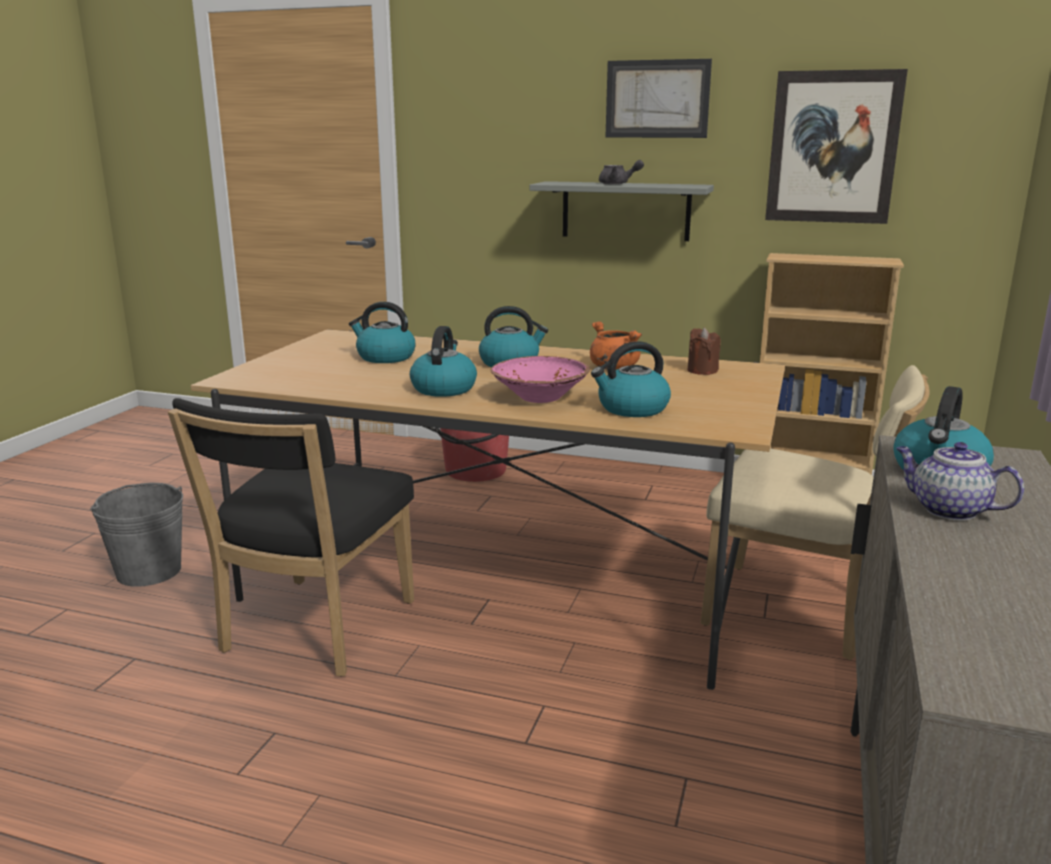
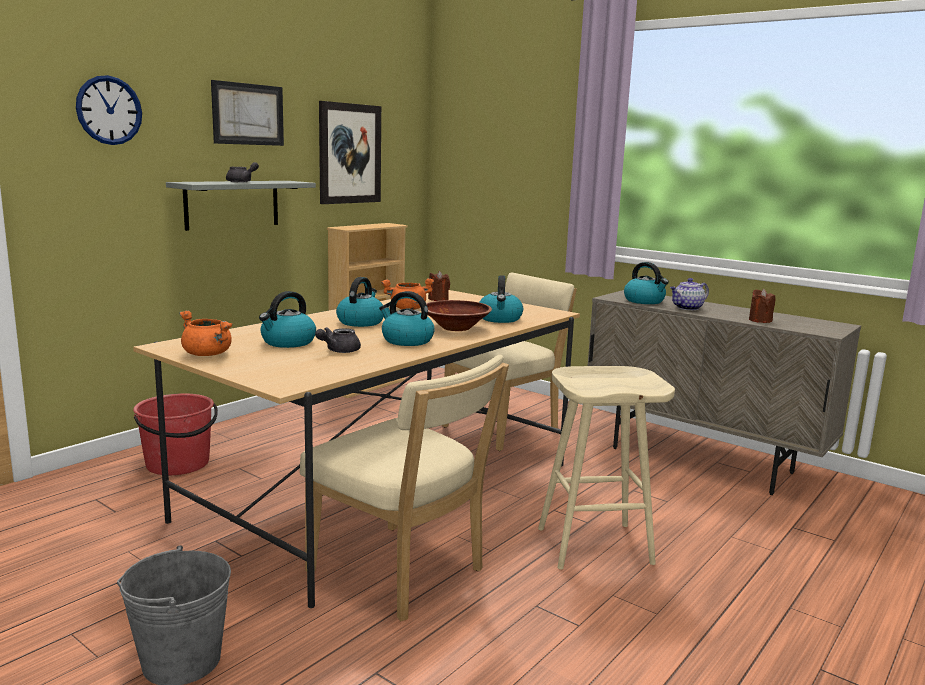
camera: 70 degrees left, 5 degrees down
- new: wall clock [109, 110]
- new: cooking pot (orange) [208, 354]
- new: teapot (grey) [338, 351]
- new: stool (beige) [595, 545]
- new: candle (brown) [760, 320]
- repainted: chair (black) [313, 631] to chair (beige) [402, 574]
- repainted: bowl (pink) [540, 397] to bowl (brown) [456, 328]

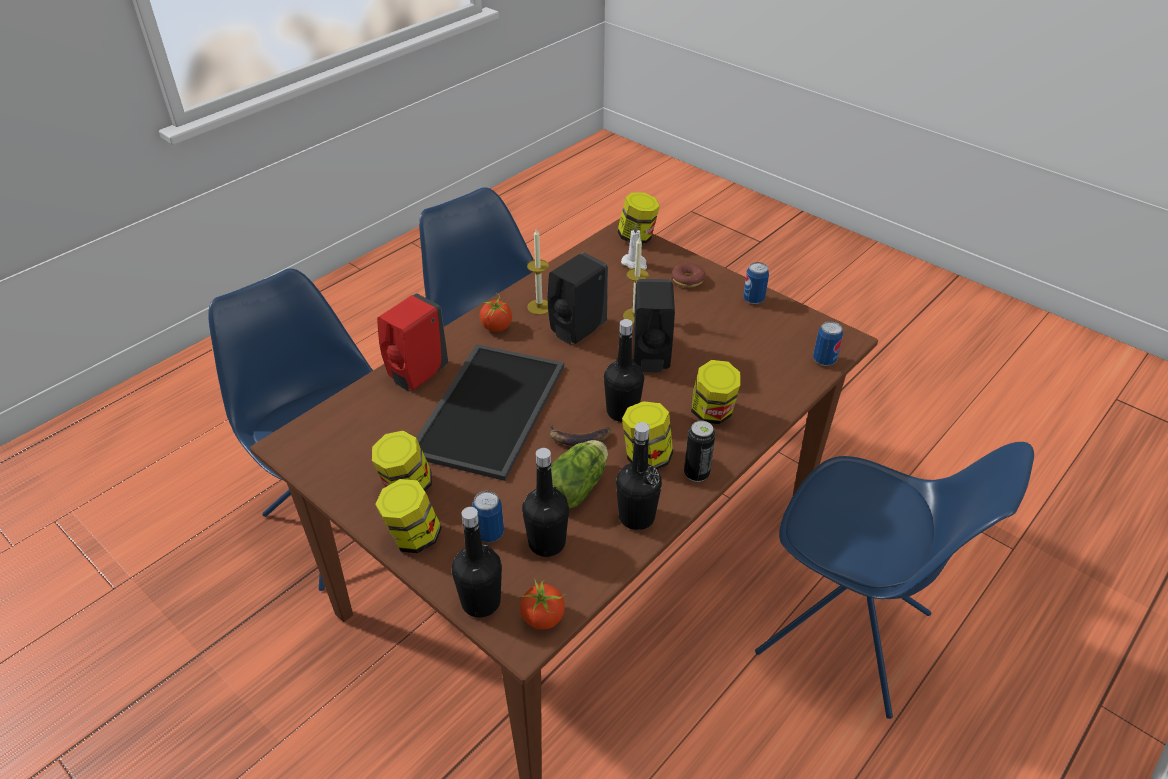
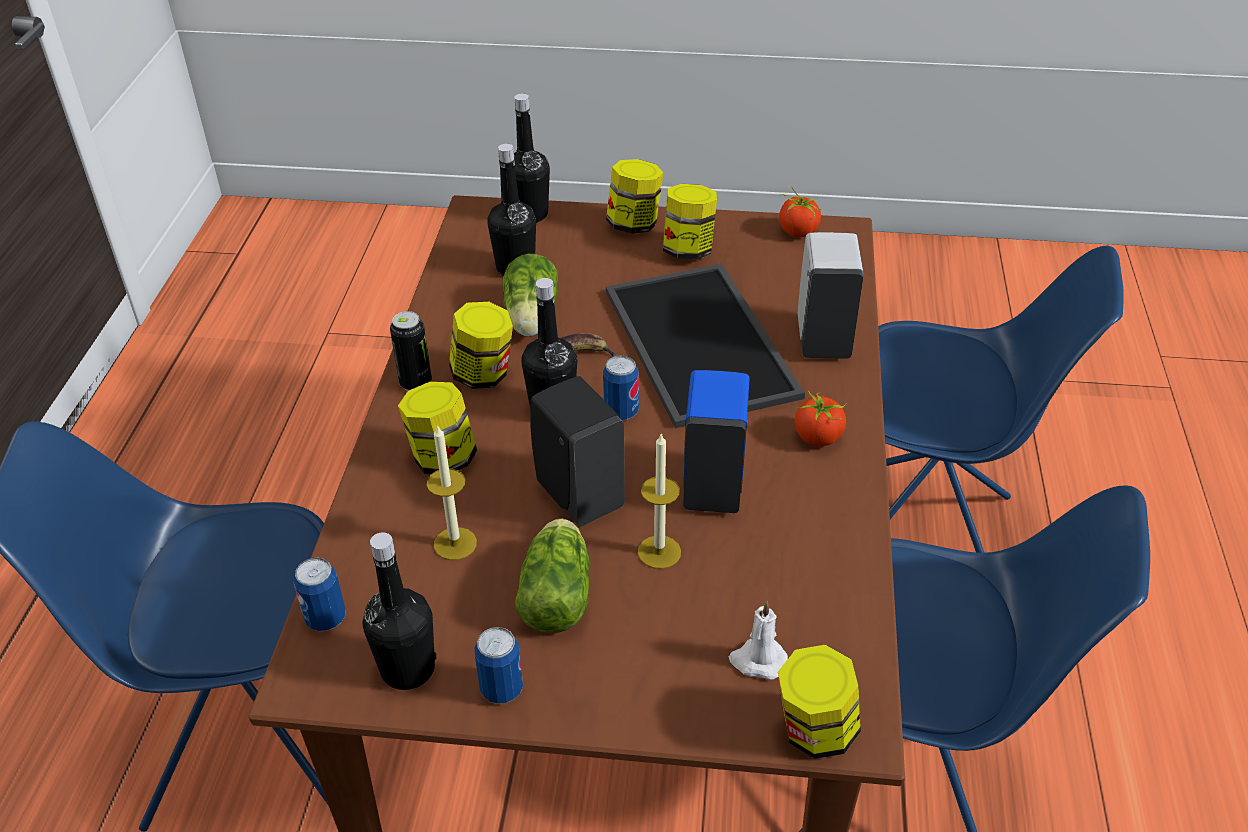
camera: 145 degrees right, 0 degrees up
- gone: donut [687, 280]
- new: lettuce [557, 592]
- shifted: can [489, 533] to [621, 412]
- shifted: tomato [543, 618] to [797, 232]
- shifted: candle [539, 307] to [455, 543]
- shifted: bottle (black) [636, 517] to [408, 669]
- repainted: soap dispenser (red) [416, 375] to soap dispenser (white) [823, 338]
- repainted: soap dispenser (black) [576, 331] to soap dispenser (blue) [713, 484]

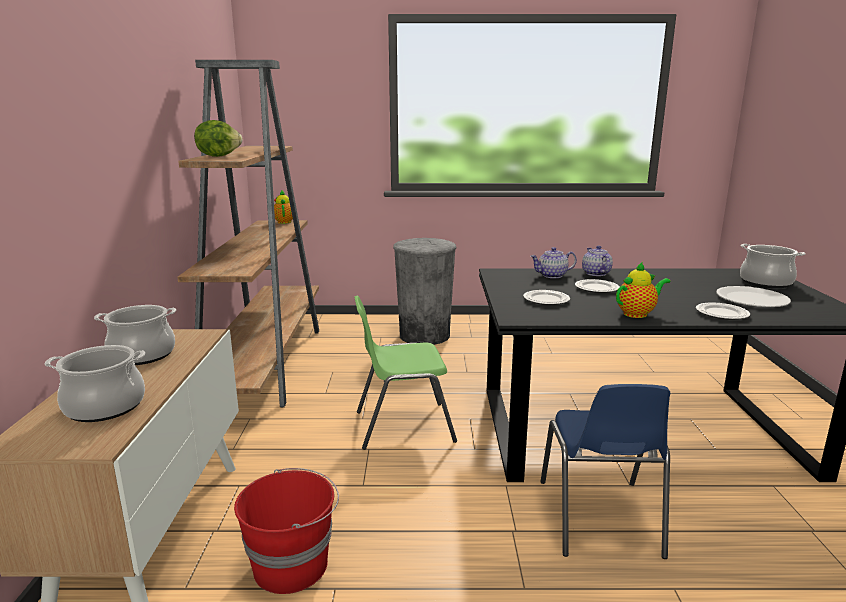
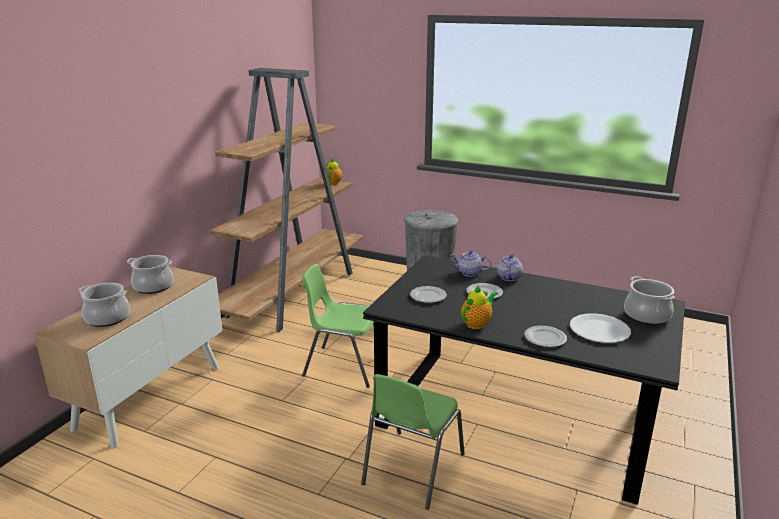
camera: 25 degrees right, 5 degrees up
- gone: lettuce [219, 156]
- gone: bucket (red) [292, 565]
- repainted: chair (blue) [599, 518] to chair (green) [411, 469]
- rotated: teapot [637, 314] = [477, 323] 45 degrees counterclockwise

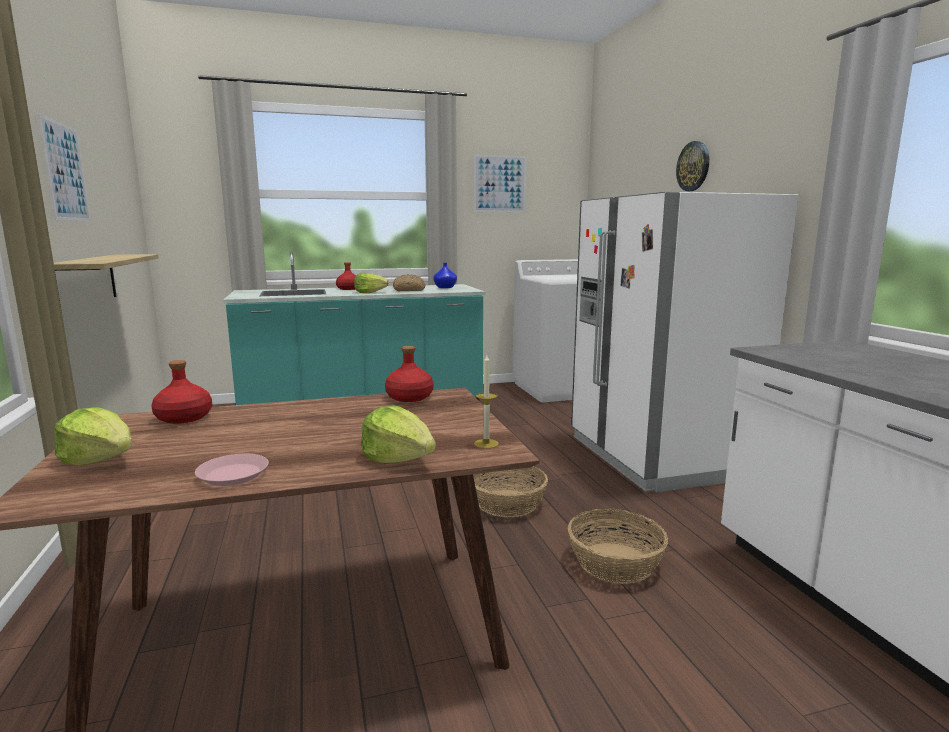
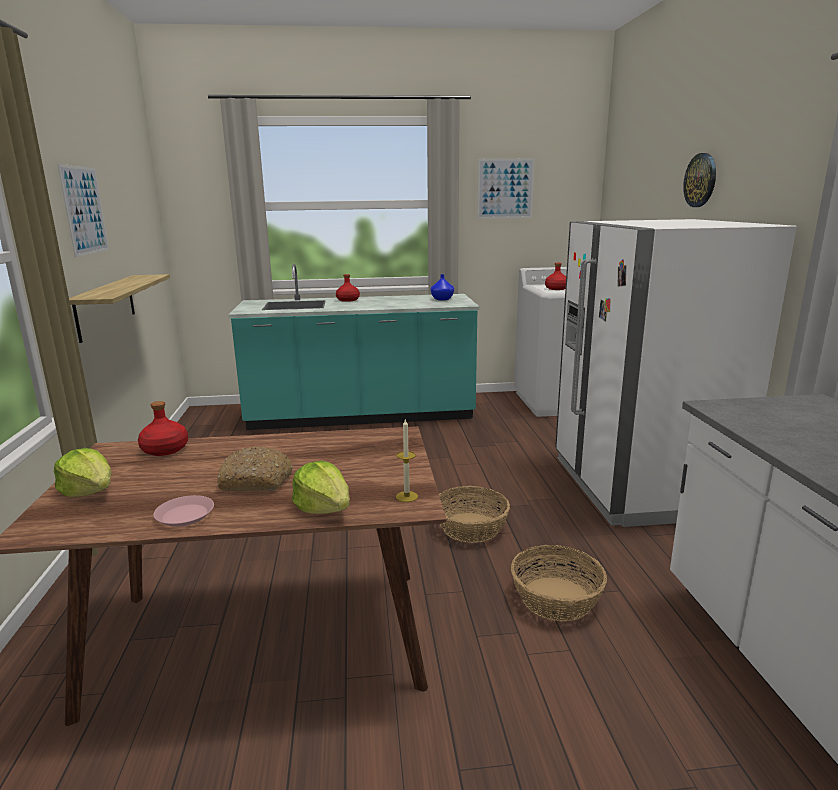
camera: 10 degrees right, 5 degrees up
- gone: lettuce [370, 292]
- shifted: bottle (red) [409, 397] to [556, 289]
- shifted: bread [409, 290] to [257, 480]

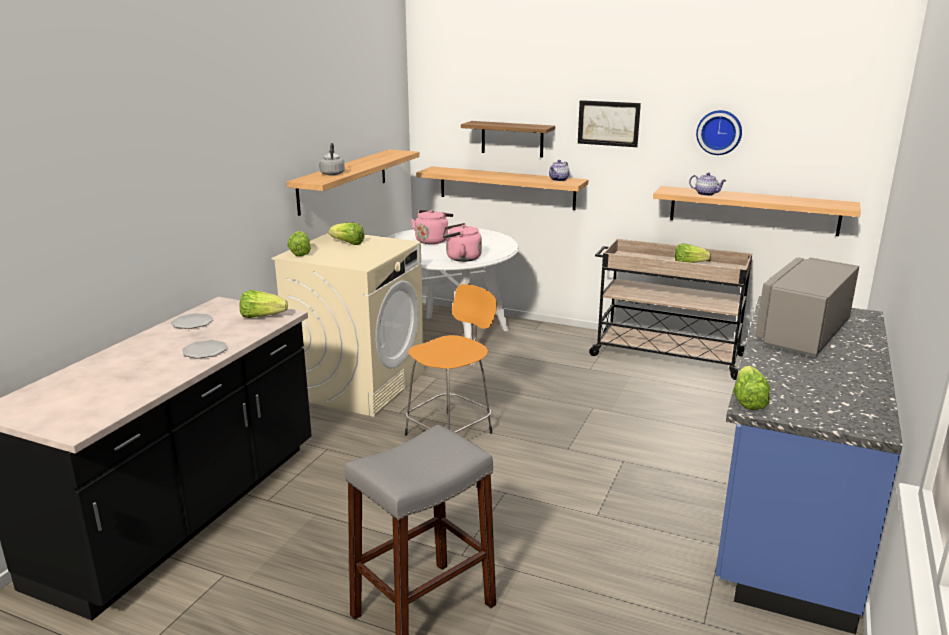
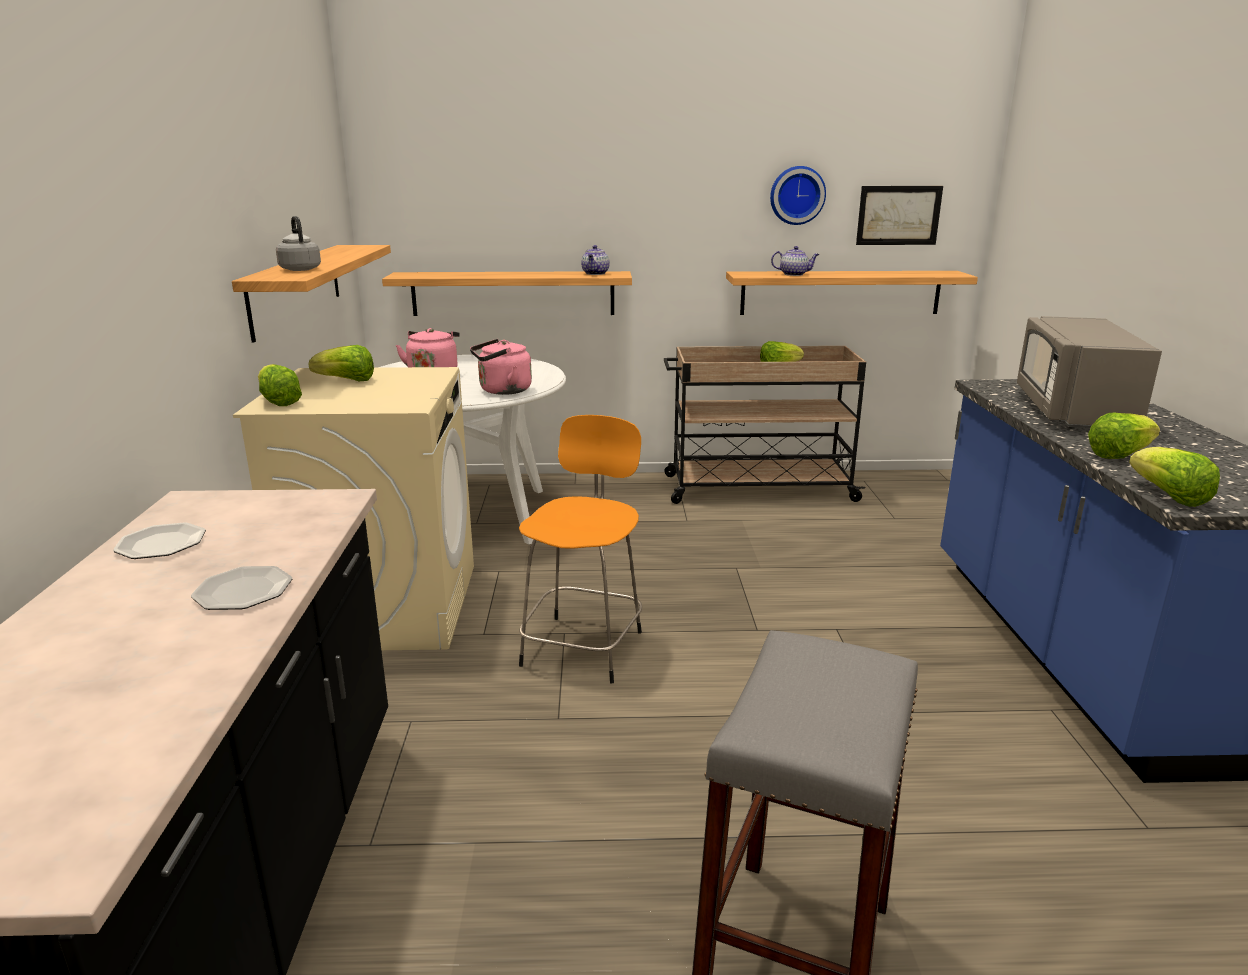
camera: 25 degrees left, 0 degrees up
- gone: shelf [512, 139]
- shifted: lettuce [262, 316] to [1119, 455]
- shifted: picture [608, 123] to [898, 215]

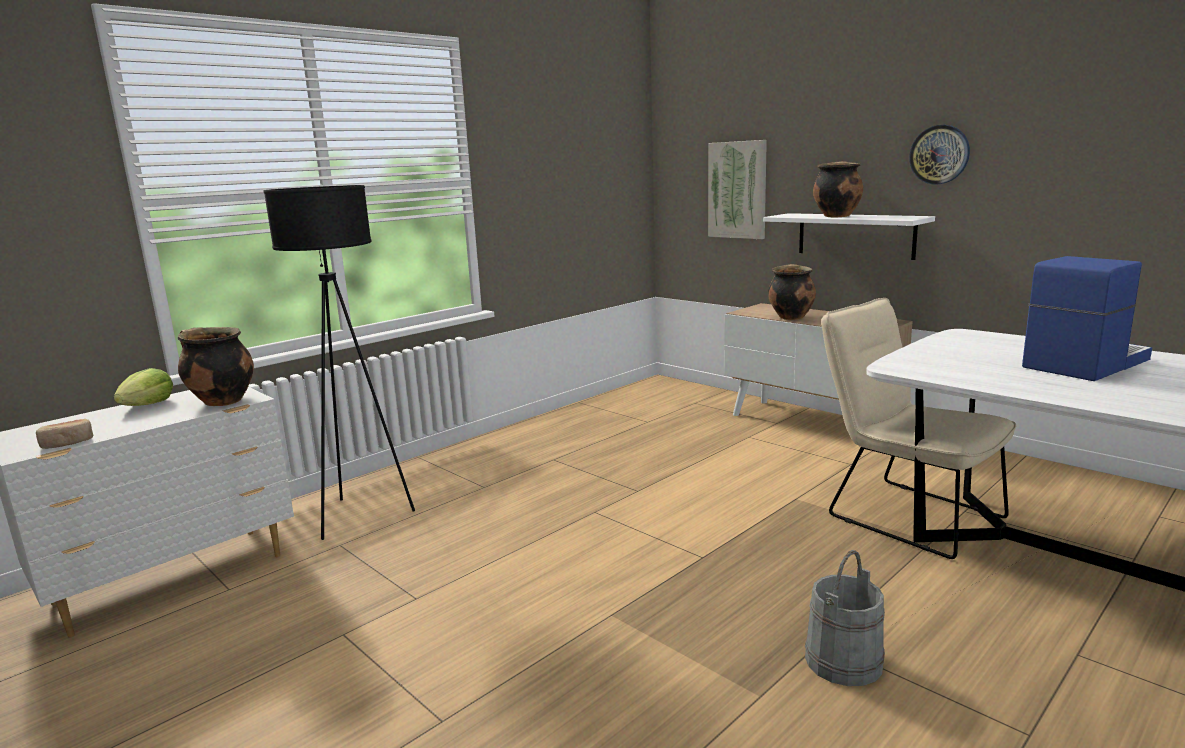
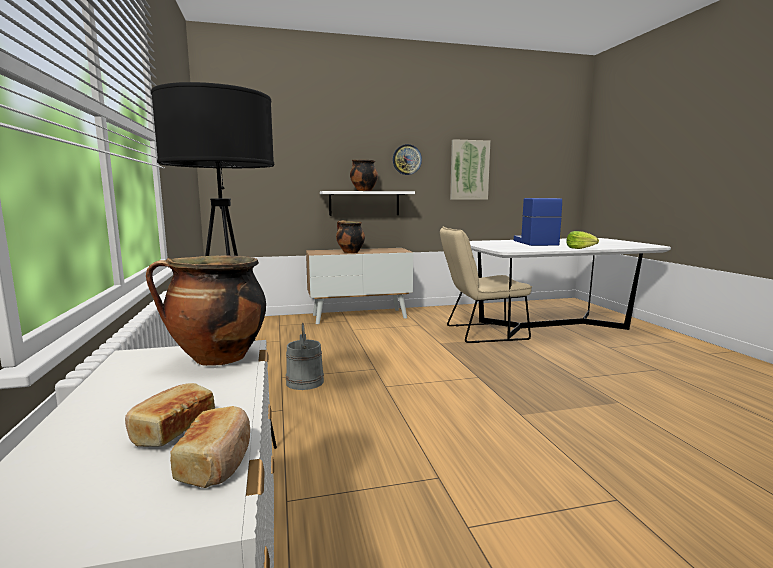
camera: 60 degrees left, 5 degrees down
- new: bread [172, 430]
- shifted: lettuce [148, 405] to [580, 248]
- shifted: picture [737, 190] to [469, 170]
- shifted: bucket (grey) [843, 660] to [304, 382]

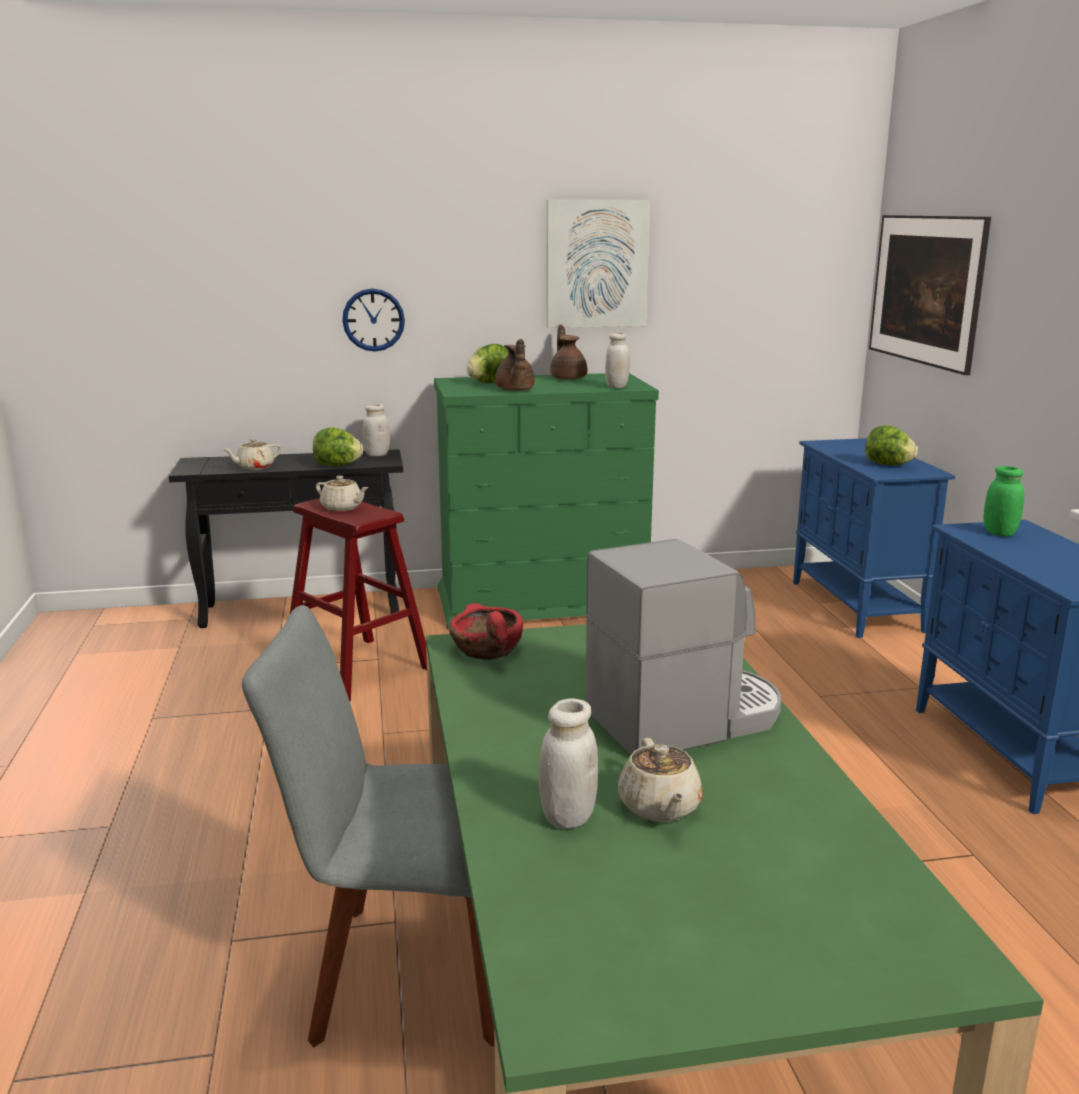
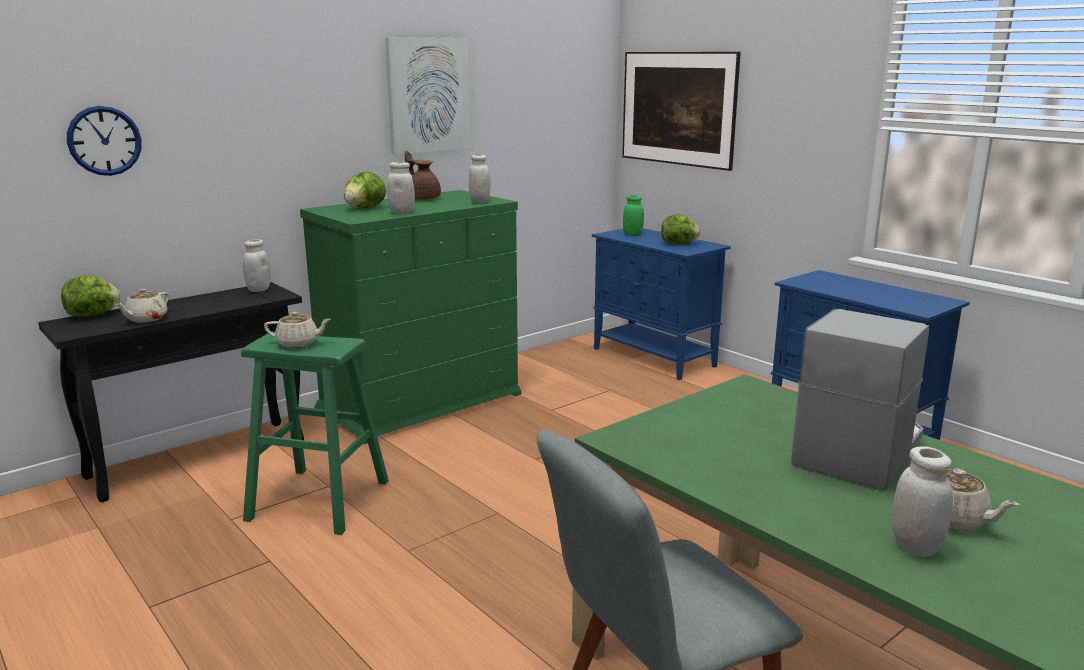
camera: 30 degrees left, 0 degrees up
- gone: bowl (red) [486, 649]
- shifted: lettuce [337, 466] to [93, 315]
- shifted: wall clock [373, 320] to [104, 141]
- shifted: jar (green) [999, 533] to [632, 235]
- swapped: teapot (brown) [514, 390] to jar (white) [402, 212]
- repainted: stool (red) [357, 669] to stool (green) [318, 500]

